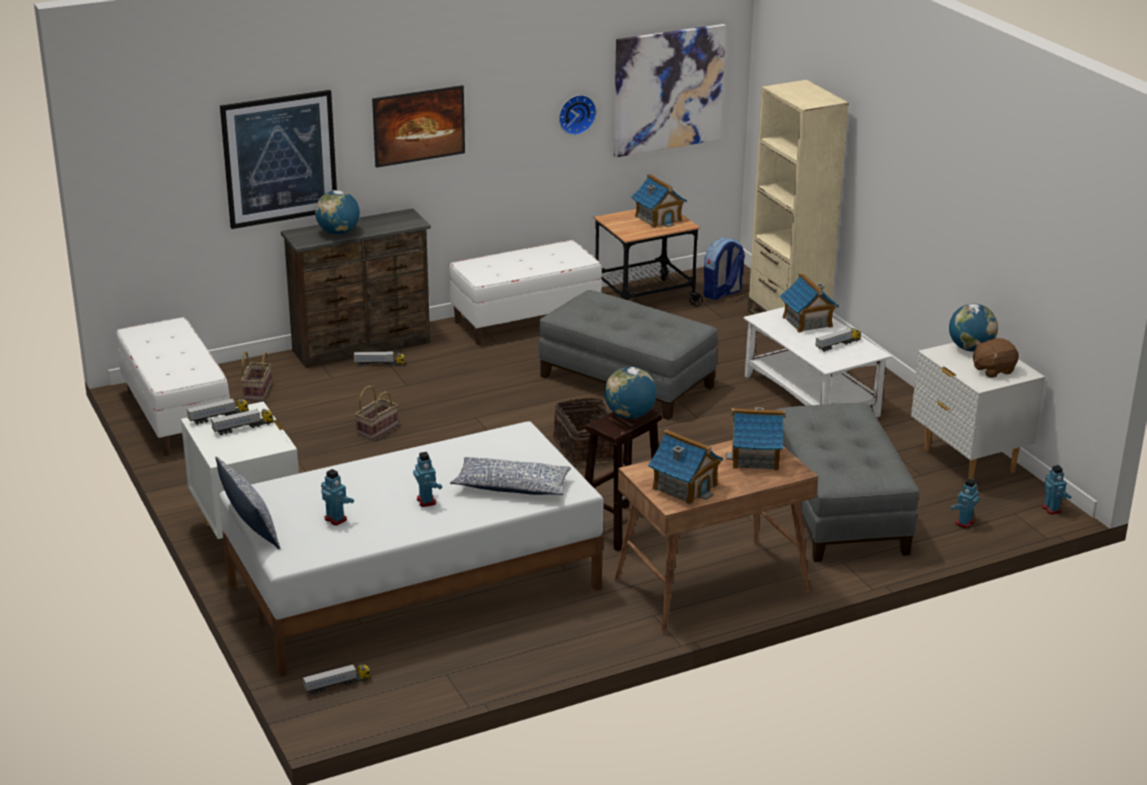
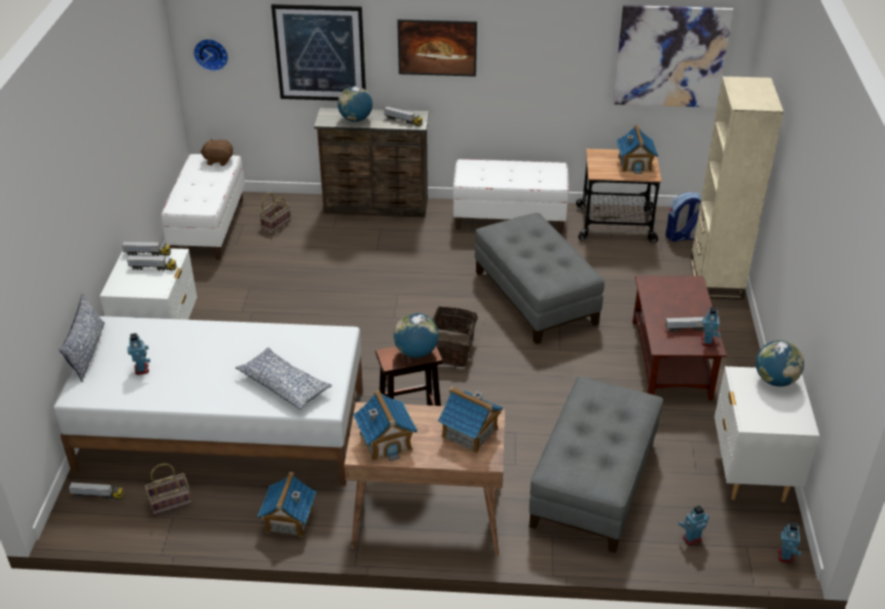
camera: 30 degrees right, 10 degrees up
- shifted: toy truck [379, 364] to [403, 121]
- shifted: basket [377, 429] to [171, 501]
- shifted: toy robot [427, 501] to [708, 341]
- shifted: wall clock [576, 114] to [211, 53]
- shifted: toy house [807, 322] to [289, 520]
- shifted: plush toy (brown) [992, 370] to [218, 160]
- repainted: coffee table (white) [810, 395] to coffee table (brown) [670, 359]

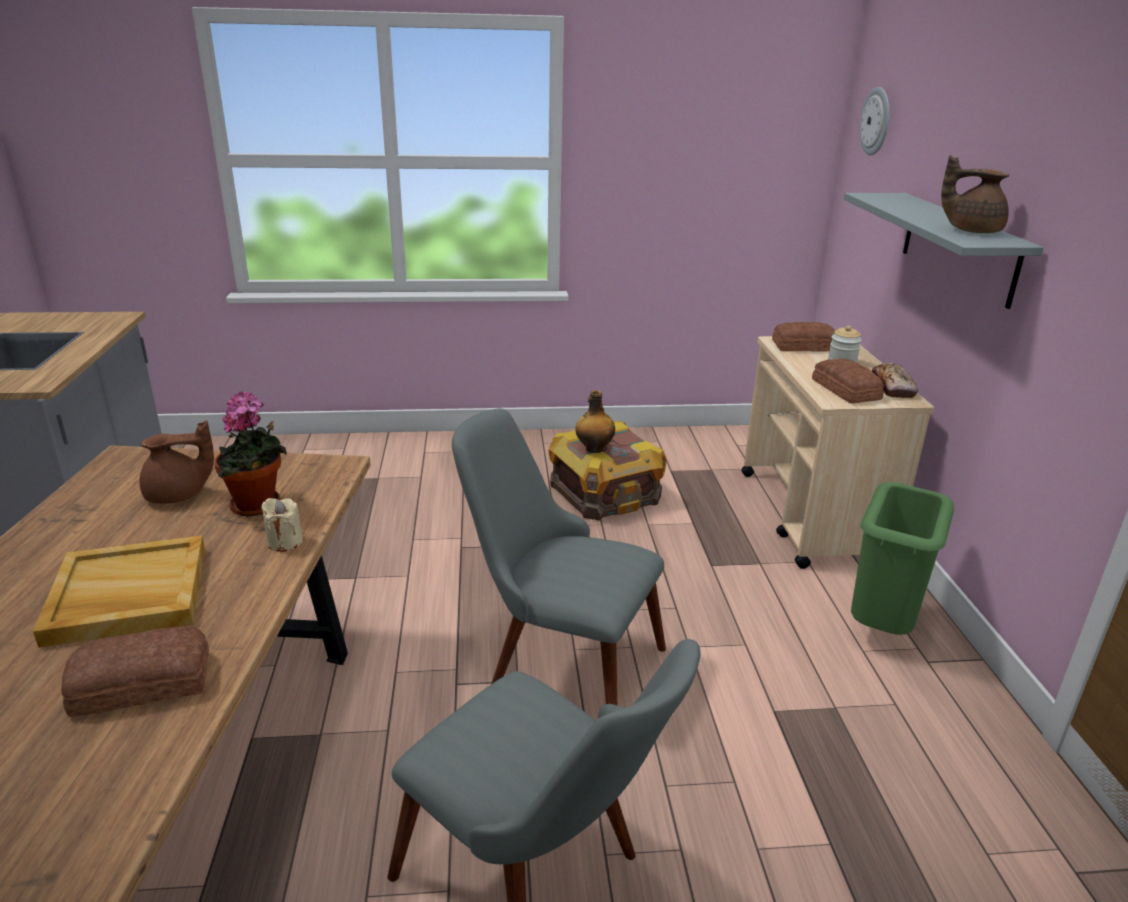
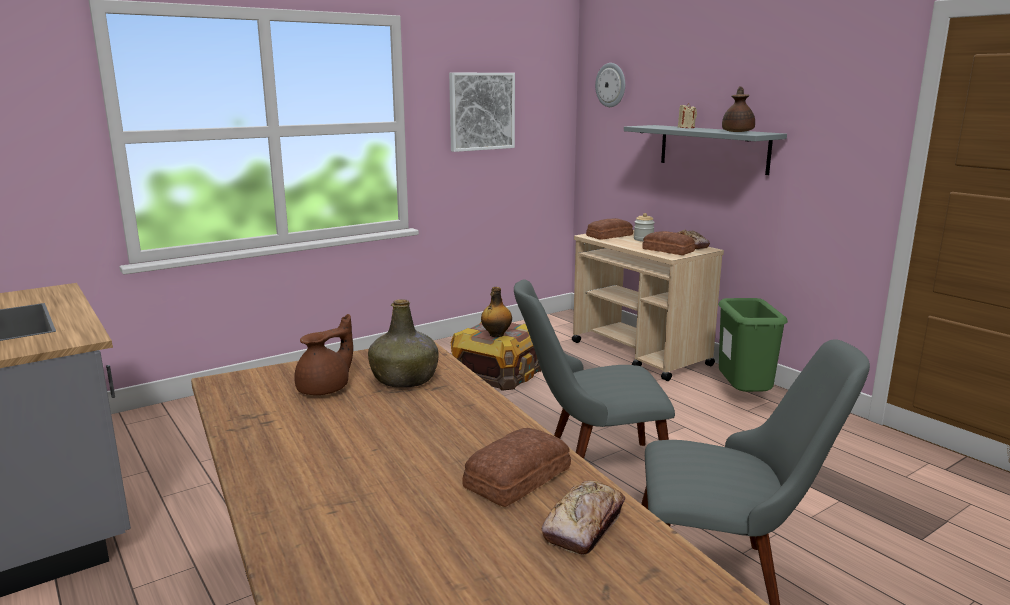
camera: 30 degrees left, 10 degrees down
- gone: tray (beige) [127, 595]
- new: picture [481, 111]
- new: bread [584, 526]
- shifted: candle (beige) [285, 542] to [686, 127]
- swapped: potted plant [259, 506] to bottle (green) [405, 379]
- rotated: teapot (brown) [971, 230] = [738, 131] 120 degrees clockwise

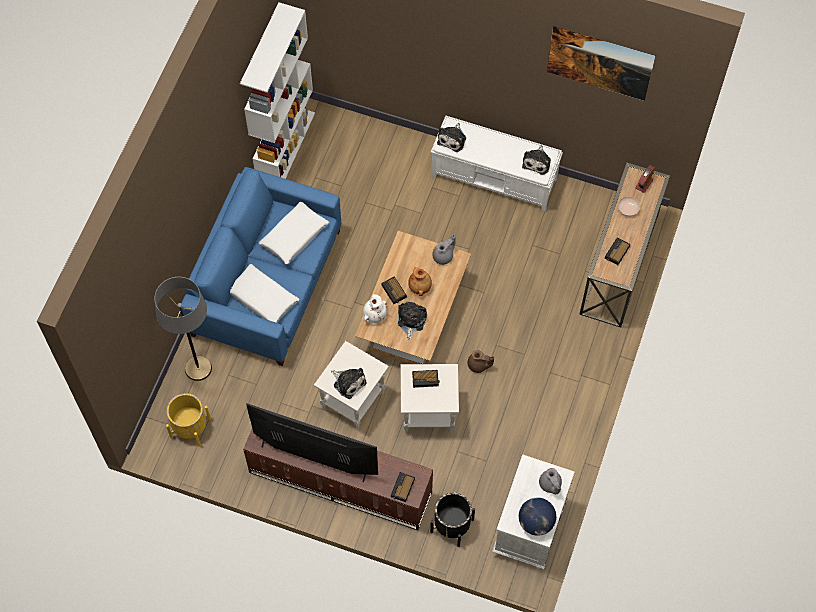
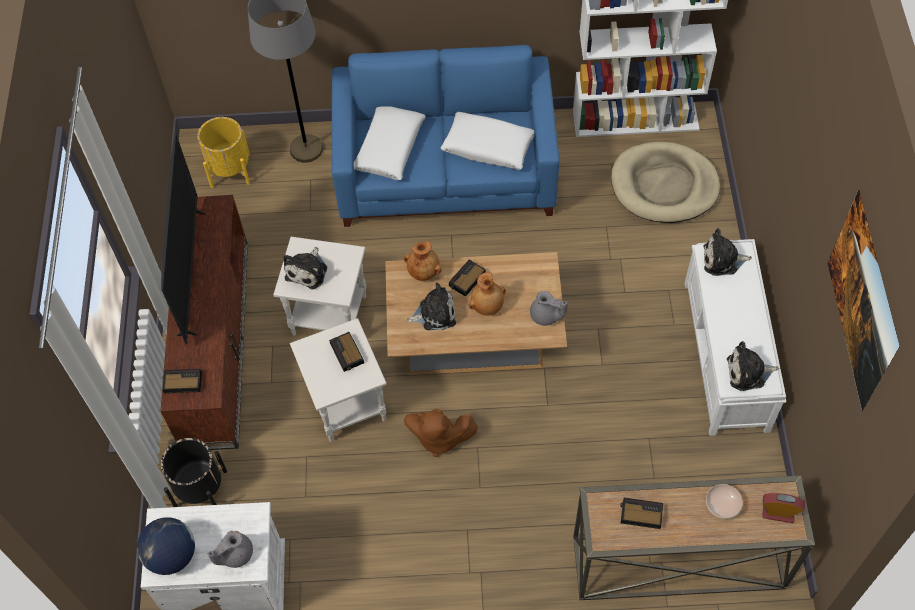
camera: 70 degrees right, 5 degrees down
- new: dog bed (beige) [664, 186]
- swapped: teapot (brown) [478, 365] to plush toy (brown) [438, 438]
- repainted: vase (white) [374, 315] to vase (brown) [423, 271]

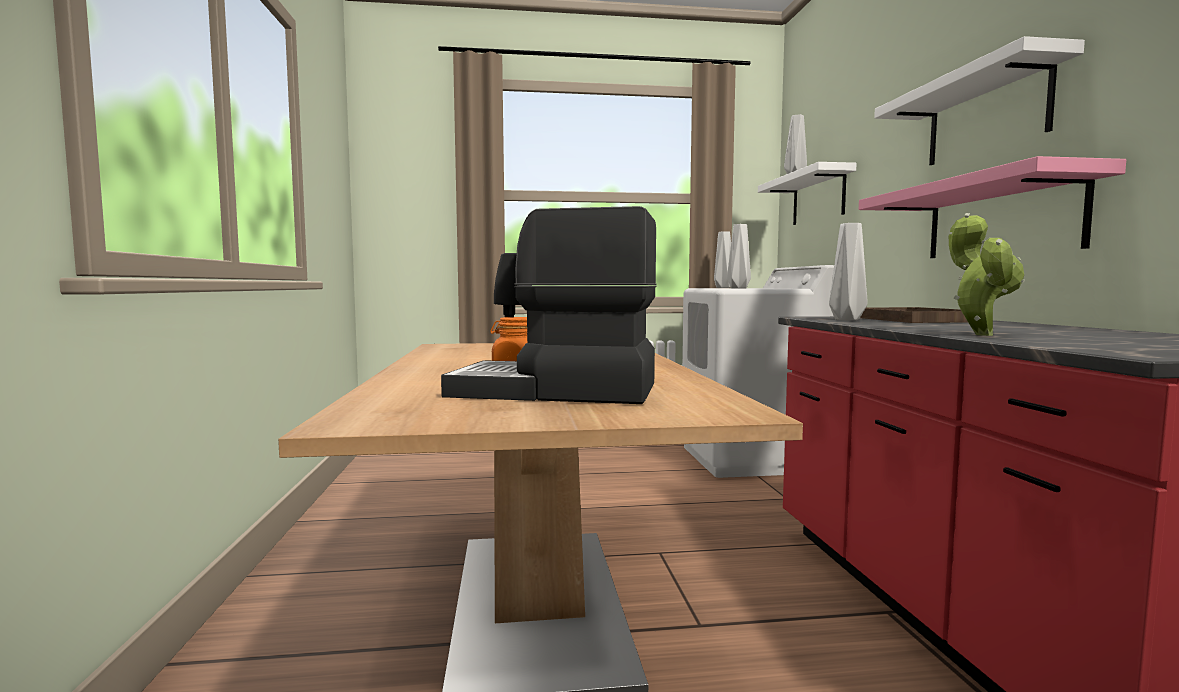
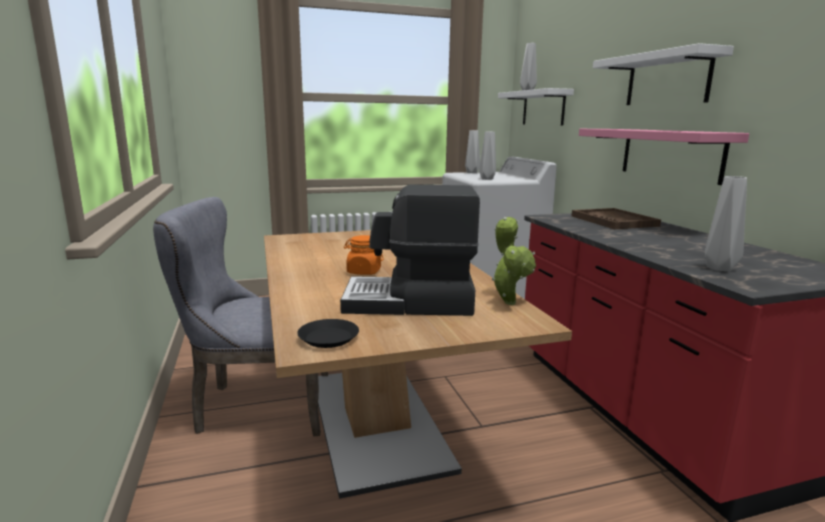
camera: 10 degrees left, 10 degrees up
- new: chair (grey) [256, 406]
- new: plate (black) [328, 338]
- shifted: vase (grey) [845, 319] to [717, 268]
- shifted: potted plant [979, 334] to [508, 301]

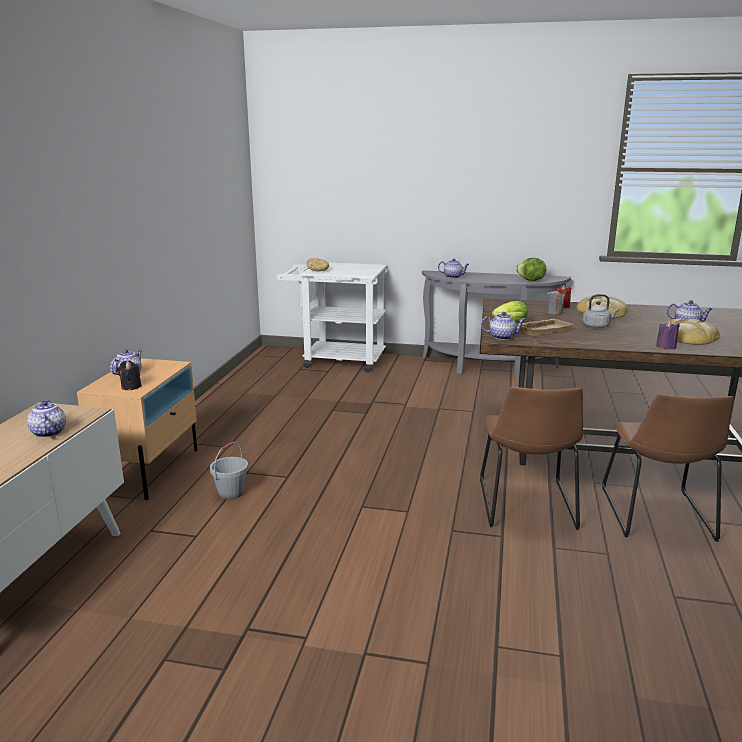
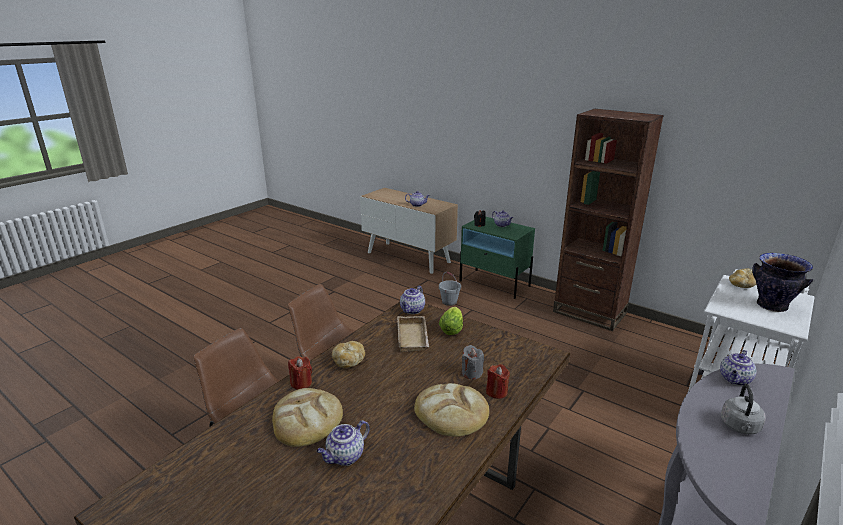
camera: 115 degrees right, 5 degrees up
- gone: lettuce [531, 280]
- new: bread [349, 361]
- new: bookcase (brown) [589, 312]
- new: vase [771, 306]
- shifted: kettle (grey) [597, 326] to [740, 427]
- repainted: nightstand (beige) [149, 470] to nightstand (green) [494, 283]
- repainted: candle (purple) [666, 347] to candle (red) [301, 383]

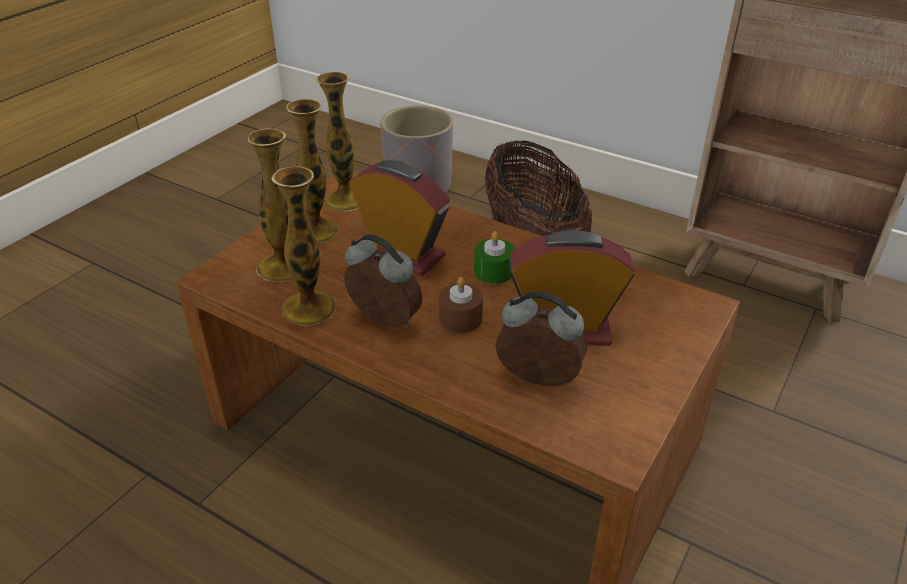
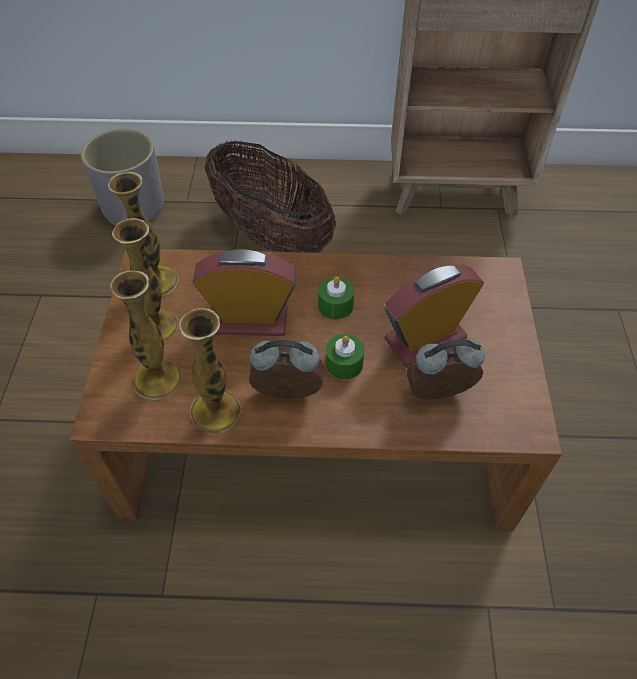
camera: 30 degrees left, 15 degrees up
- repainted: candle (brown) [460, 318] to candle (green) [344, 363]

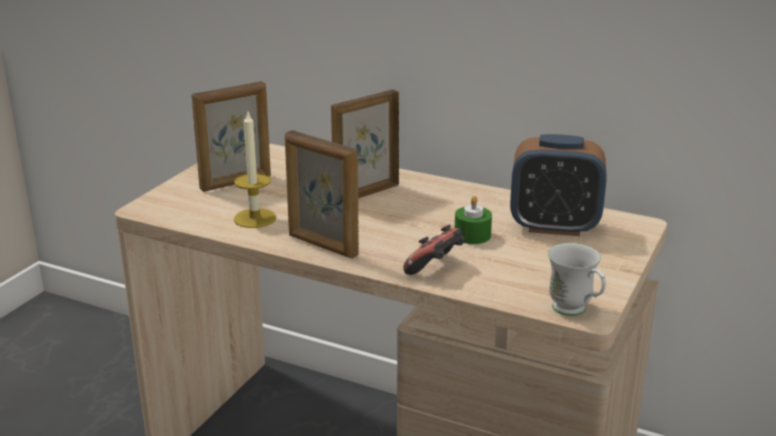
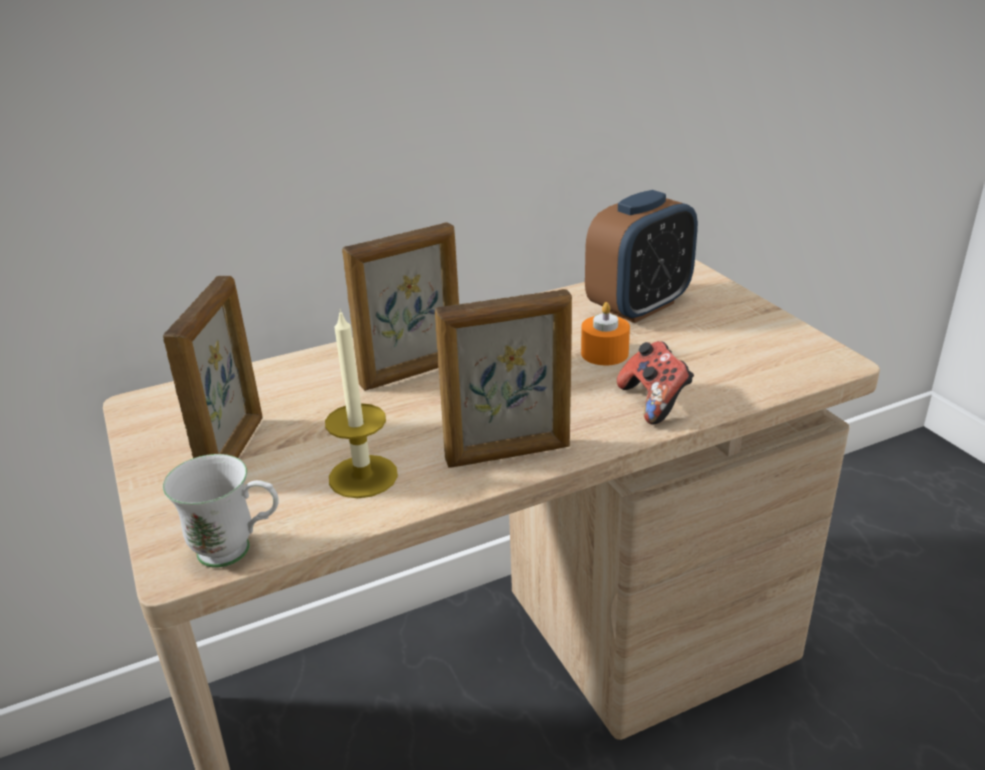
camera: 50 degrees left, 5 degrees up
- shifted: mug (white) [575, 312] to [237, 551]
- repainted: candle (green) [472, 235] to candle (orange) [604, 353]
- rotated: picture frame [365, 193] = [413, 373] 120 degrees counterclockwise

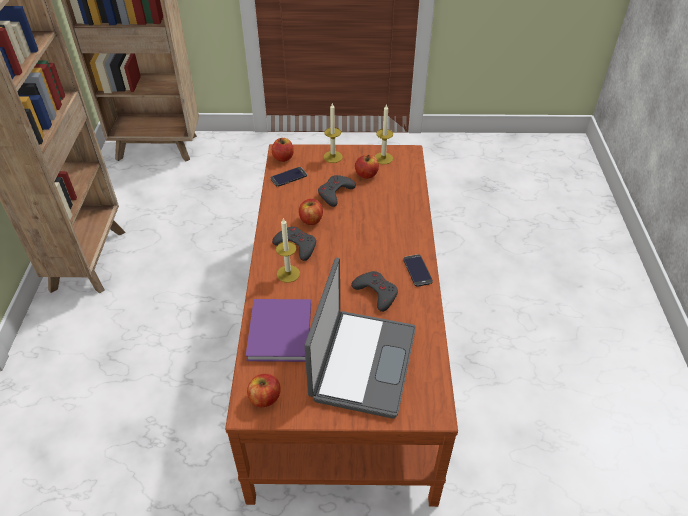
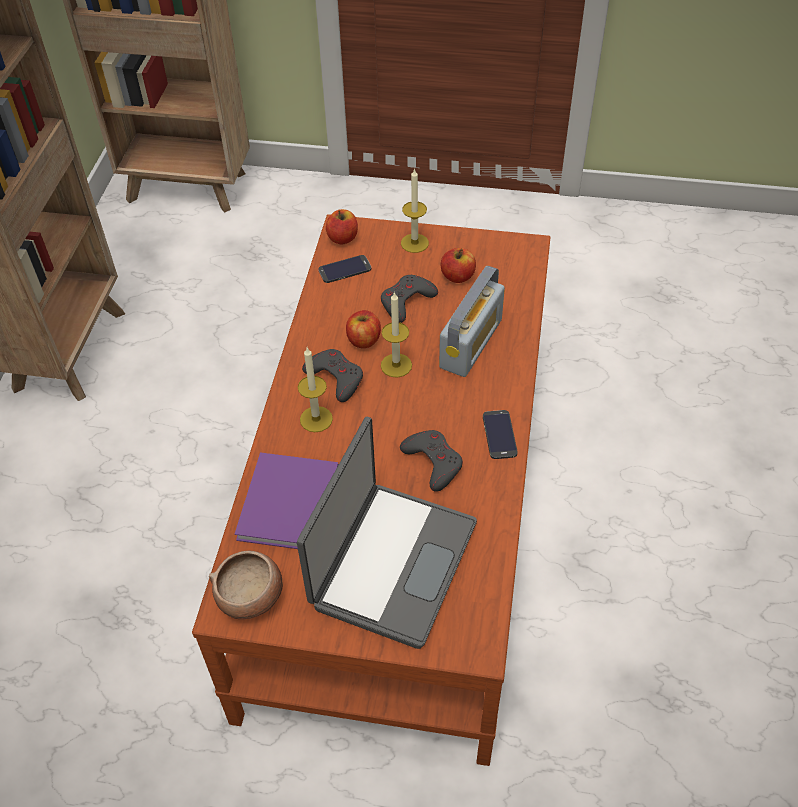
camera: 10 degrees right, 5 degrees up
- new: radio [471, 343]
- shifted: candle [383, 158] to [396, 365]
- swapped: apple [265, 398] to bowl [251, 596]

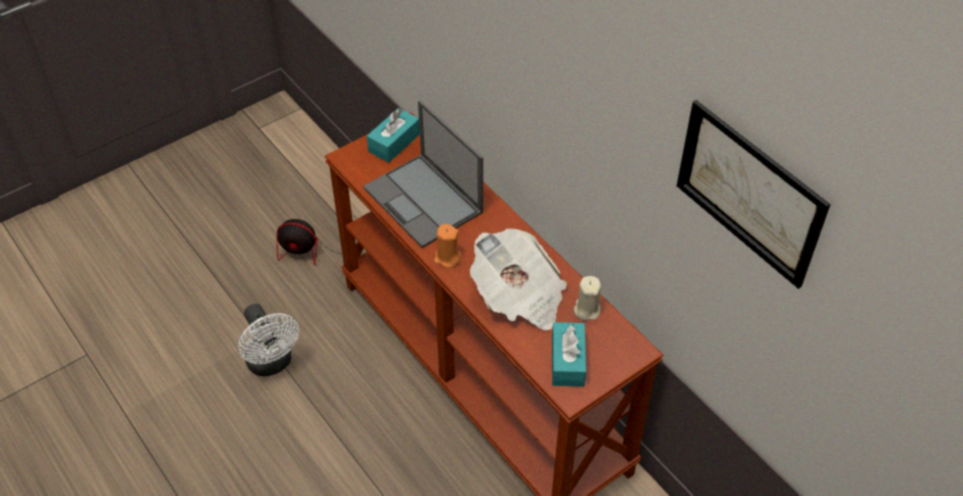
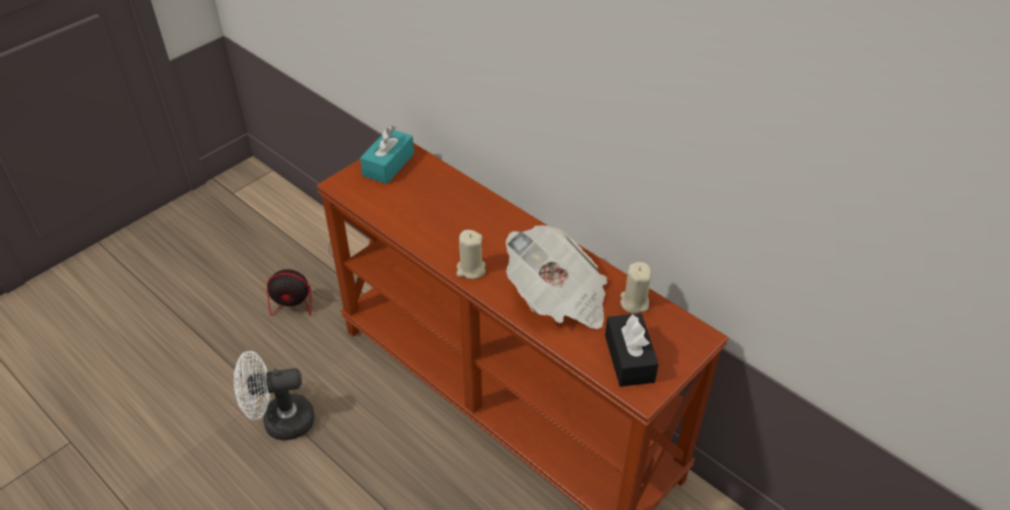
camera: 10 degrees left, 5 degrees down
- gone: laptop [424, 201]
- gone: picture [749, 193]
- repainted: candle (orange) [447, 258] to candle (beige) [471, 269]
- repainted: tissue box (turquoise) [567, 361] to tissue box (black) [629, 358]
- rotated: fan (white) [272, 363] = [280, 422] 120 degrees clockwise

